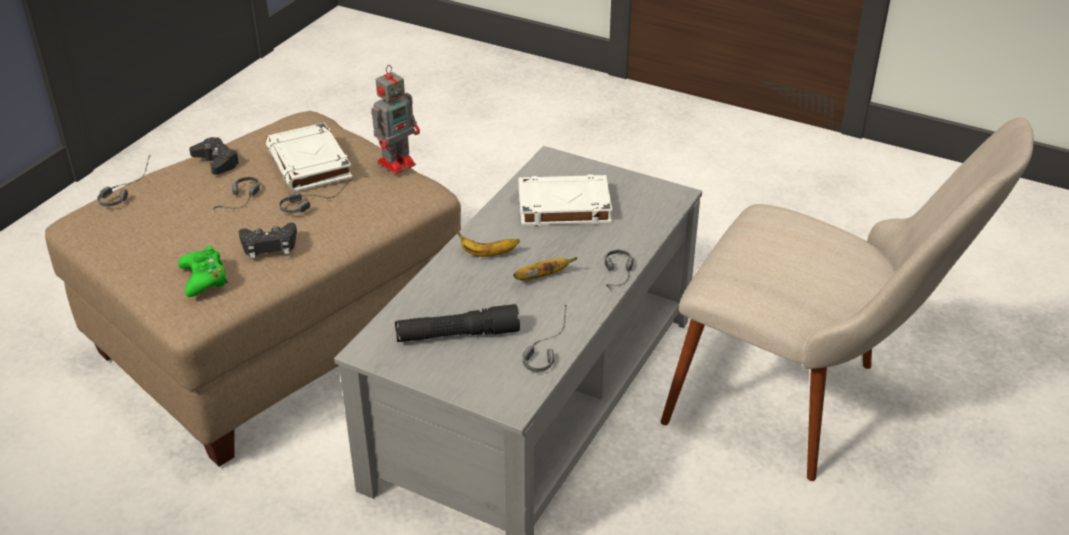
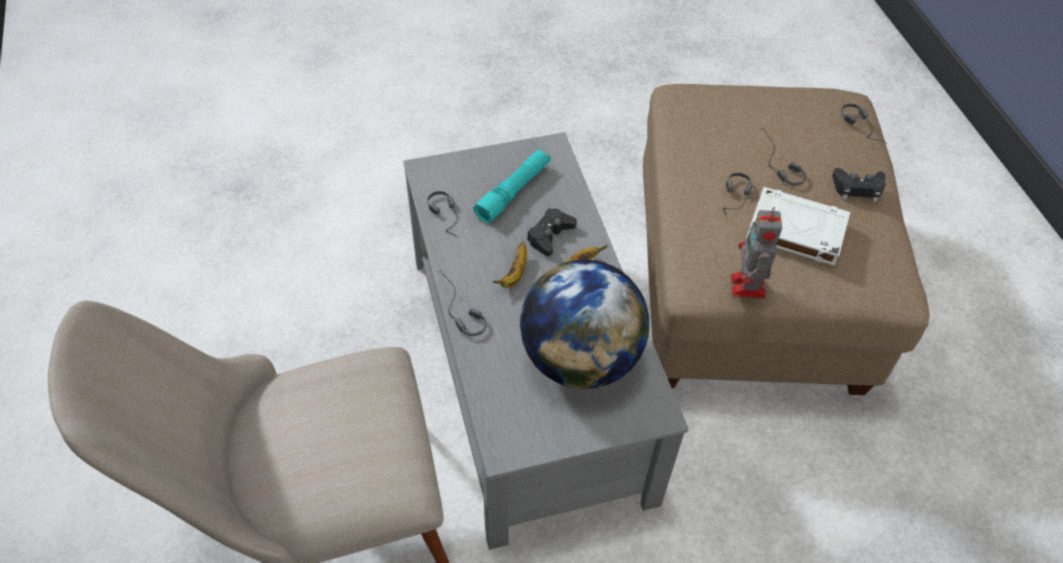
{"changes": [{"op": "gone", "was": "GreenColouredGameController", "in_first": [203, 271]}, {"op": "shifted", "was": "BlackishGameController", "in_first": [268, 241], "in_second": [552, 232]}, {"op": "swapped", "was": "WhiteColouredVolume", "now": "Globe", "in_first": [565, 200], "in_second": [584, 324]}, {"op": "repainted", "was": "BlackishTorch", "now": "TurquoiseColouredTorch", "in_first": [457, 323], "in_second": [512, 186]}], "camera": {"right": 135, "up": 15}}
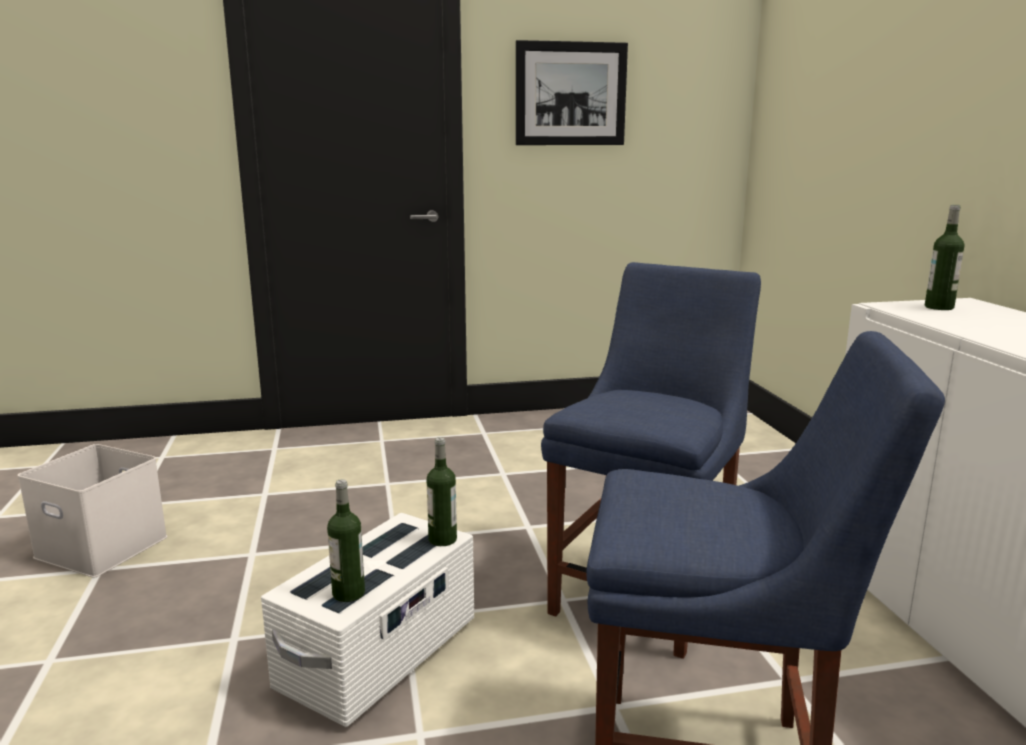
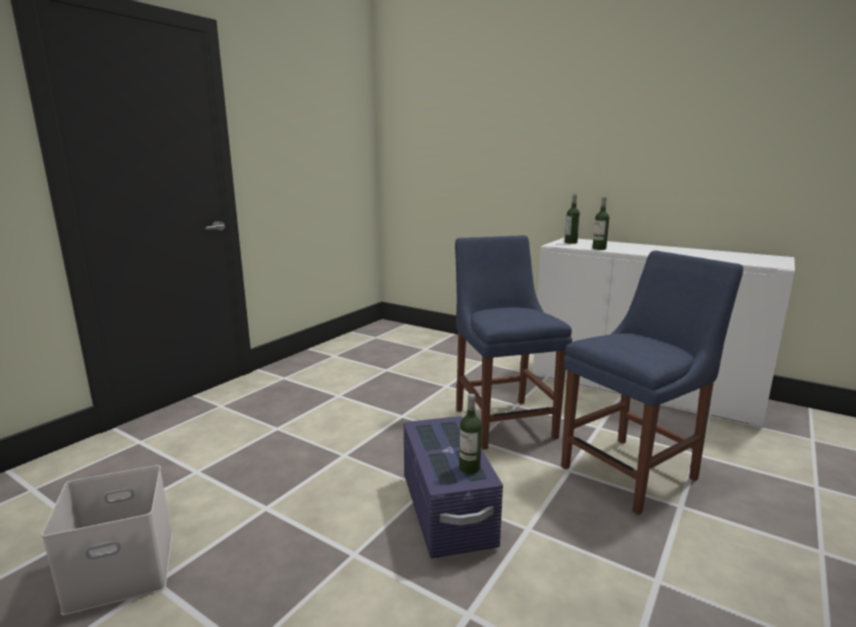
{"changes": [{"op": "gone", "was": "Picture", "in_first": [572, 92]}, {"op": "shifted", "was": "Bottle", "in_first": [442, 491], "in_second": [601, 223]}, {"op": "repainted", "was": "WhiteColouredStorageContainer", "now": "PurpleStorageContainer", "in_first": [367, 620], "in_second": [453, 487]}], "camera": {"right": -45, "up": 0}}
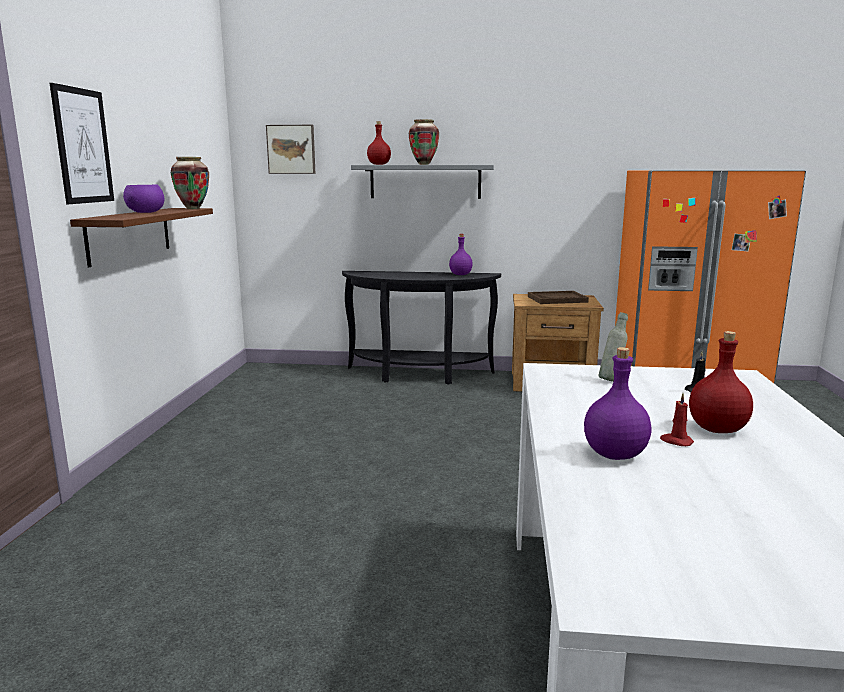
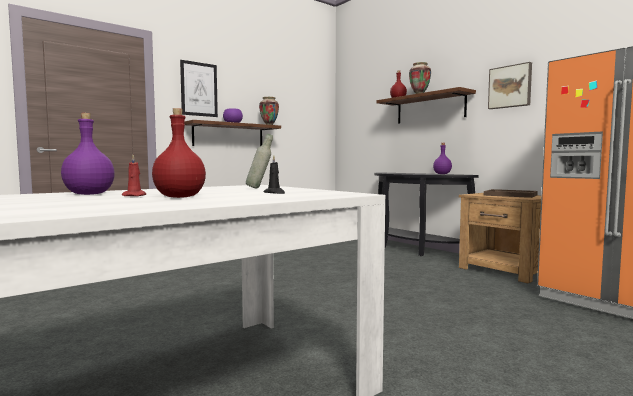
{"changes": [{"op": "shifted", "was": "Picture", "in_first": [291, 149], "in_second": [510, 85]}, {"op": "repainted", "was": "GreyBracketShelf", "now": "BrownBracketShelf", "in_first": [422, 182], "in_second": [426, 105]}], "camera": {"right": 45, "up": -10}}
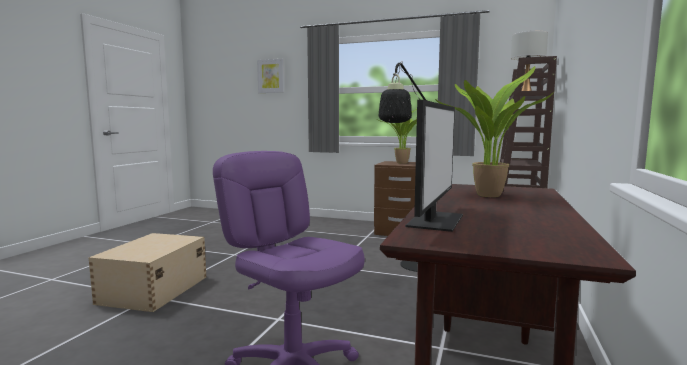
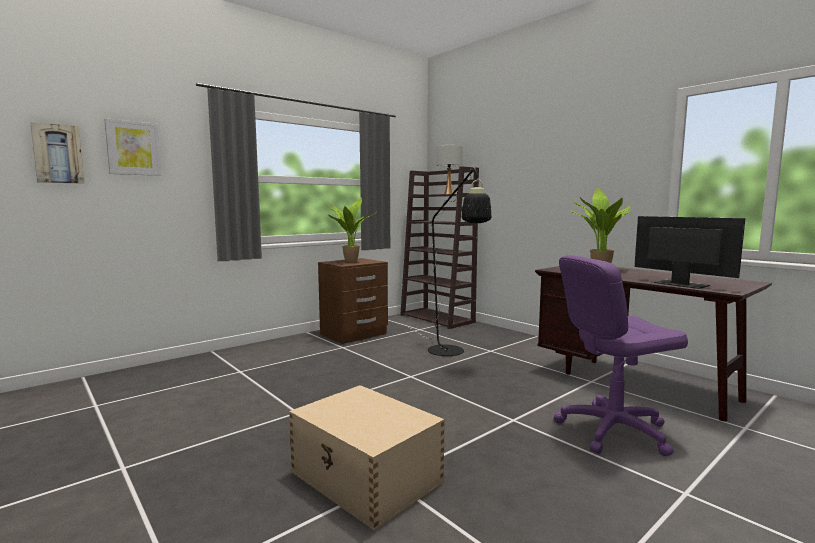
{"changes": [{"op": "new", "now": "Picture", "in_second": [57, 153]}], "camera": {"right": -60, "up": 0}}
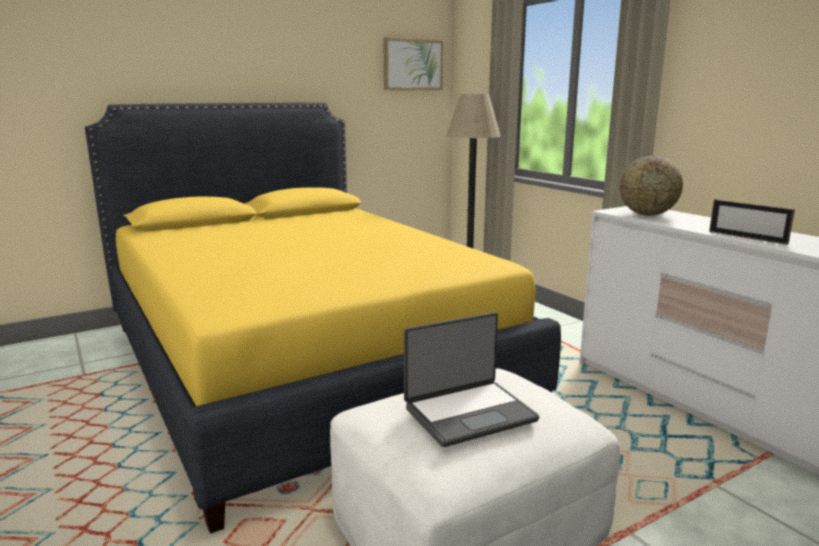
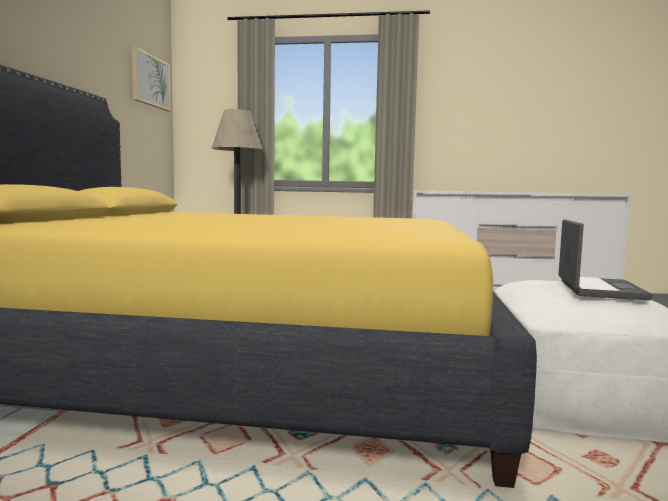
{"changes": [{"op": "gone", "was": "Globe", "in_first": [651, 185]}, {"op": "gone", "was": "PictureFrame", "in_first": [752, 222]}], "camera": {"right": -50, "up": -10}}
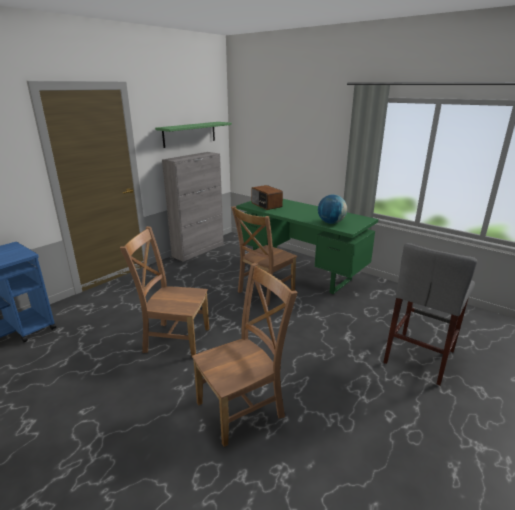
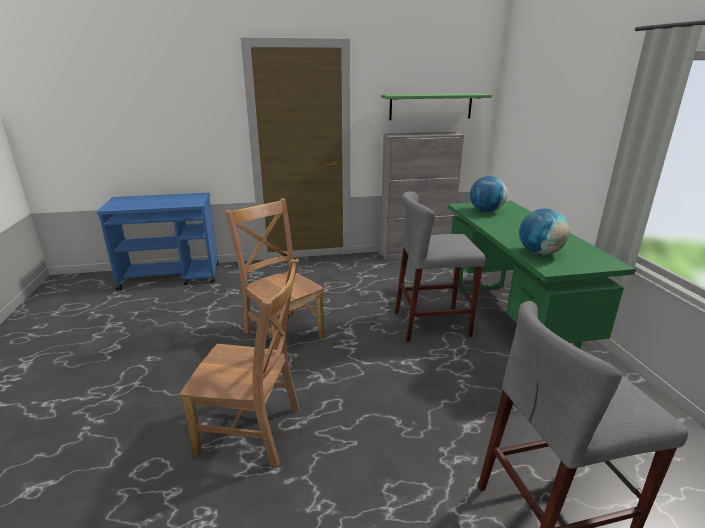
{"changes": [{"op": "swapped", "was": "BrownPlainChair", "now": "GreyStool", "in_first": [264, 256], "in_second": [440, 266]}, {"op": "swapped", "was": "Radio", "now": "Globe", "in_first": [267, 197], "in_second": [489, 194]}], "camera": {"right": 40, "up": 0}}
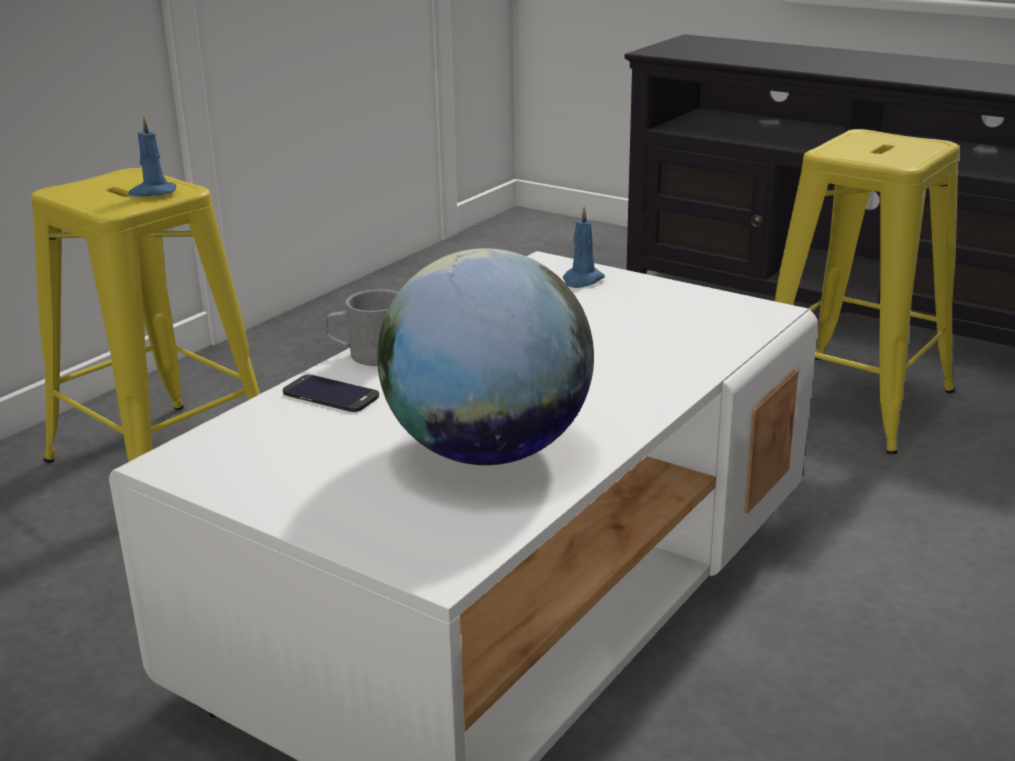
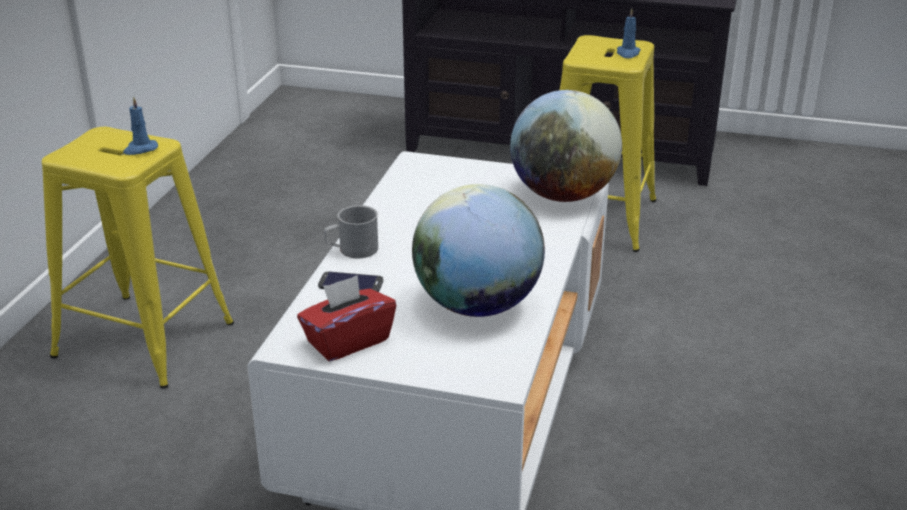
{"changes": [{"op": "new", "now": "ReddishBoxOfTissues", "in_second": [346, 318]}, {"op": "new", "now": "Globe", "in_second": [566, 146]}, {"op": "shifted", "was": "BluishWaxLight", "in_first": [584, 247], "in_second": [628, 33]}], "camera": {"right": -20, "up": 5}}
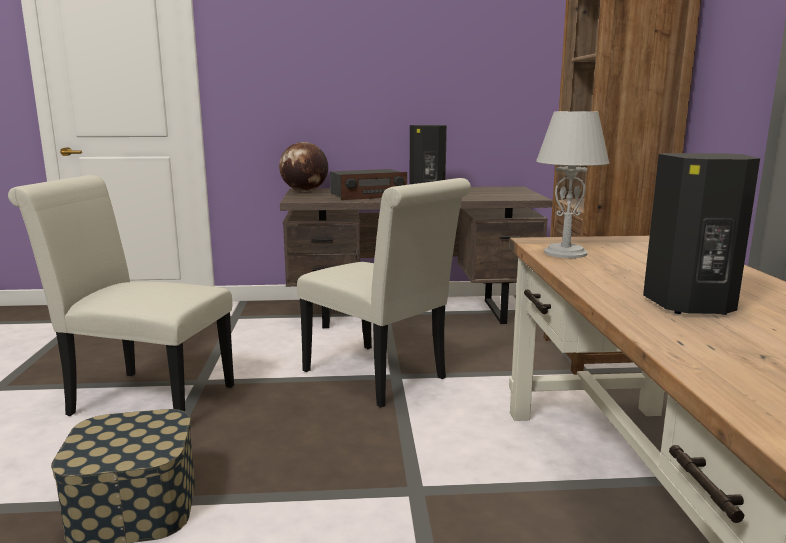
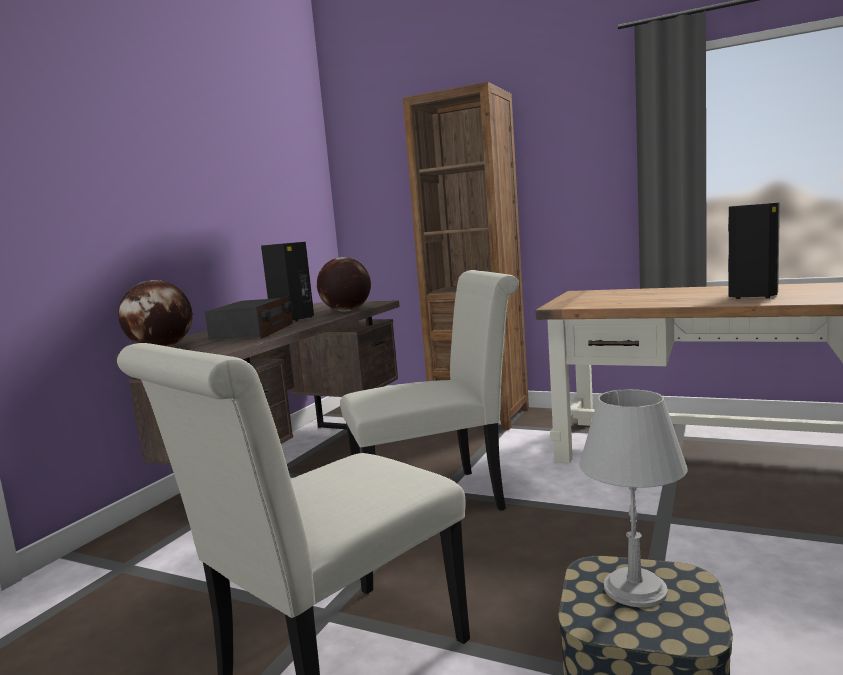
{"changes": [{"op": "new", "now": "Globe", "in_second": [344, 284]}, {"op": "shifted", "was": "GreyLampForATable", "in_first": [572, 184], "in_second": [634, 498]}], "camera": {"right": -60, "up": -5}}
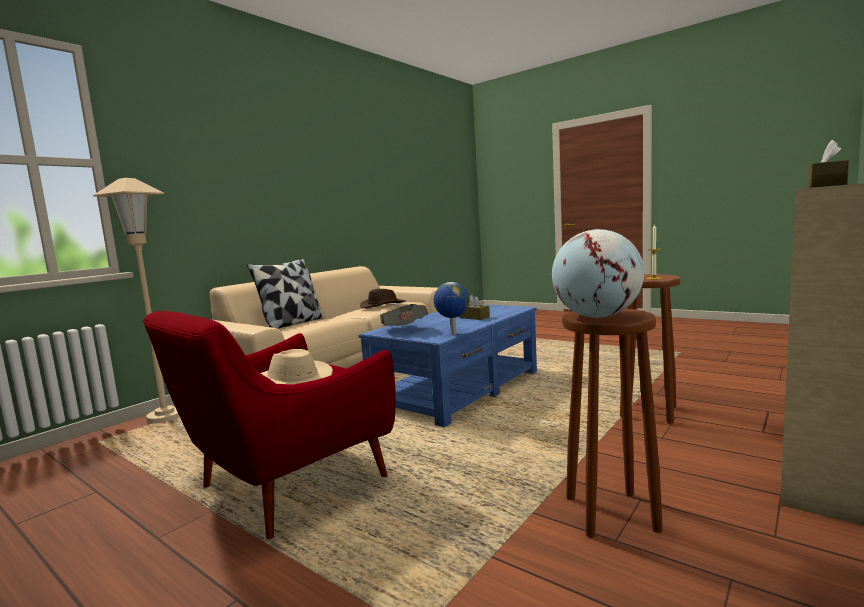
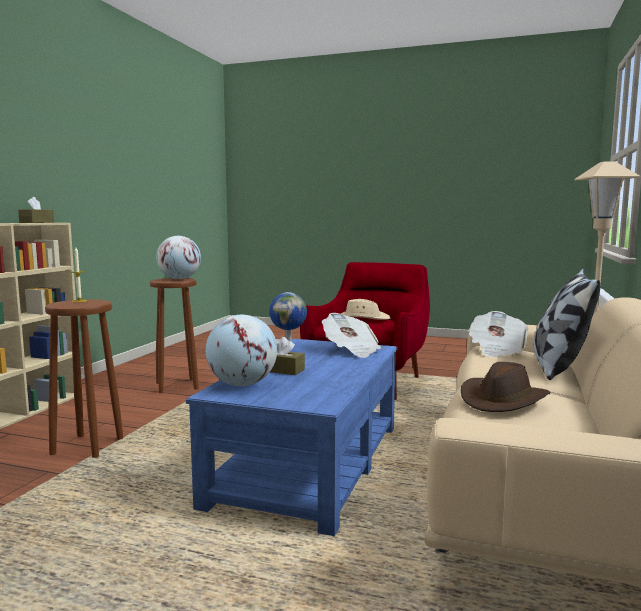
{"changes": [{"op": "new", "now": "Globe", "in_second": [241, 350]}, {"op": "new", "now": "Newspaper", "in_second": [498, 334]}], "camera": {"right": 160, "up": 0}}
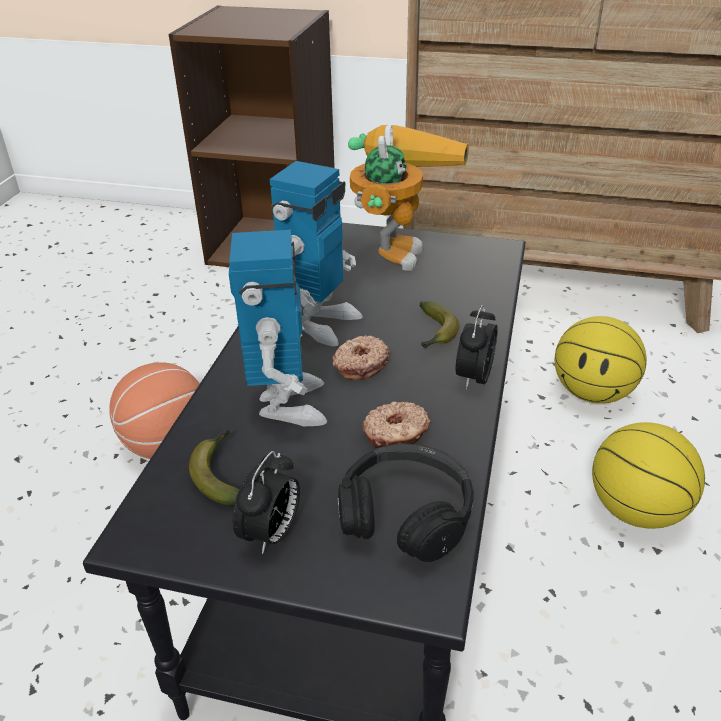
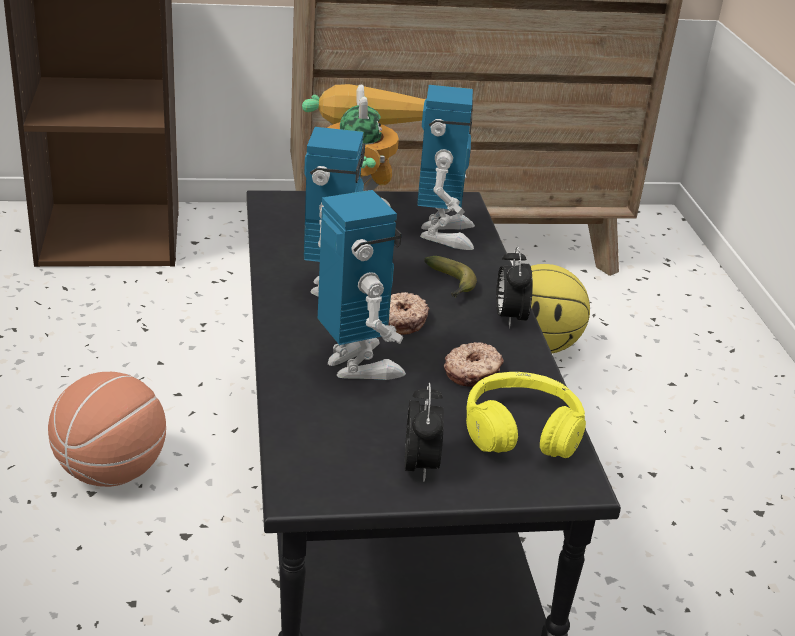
{"changes": [{"op": "gone", "was": "WholeBanana", "in_first": [214, 468]}, {"op": "gone", "was": "Basketball", "in_first": [648, 475]}, {"op": "new", "now": "ToyRobot", "in_second": [446, 167]}, {"op": "repainted", "was": "BlackishHeadset", "now": "YellowHeadset", "in_first": [405, 502], "in_second": [526, 415]}], "camera": {"right": -25, "up": -5}}
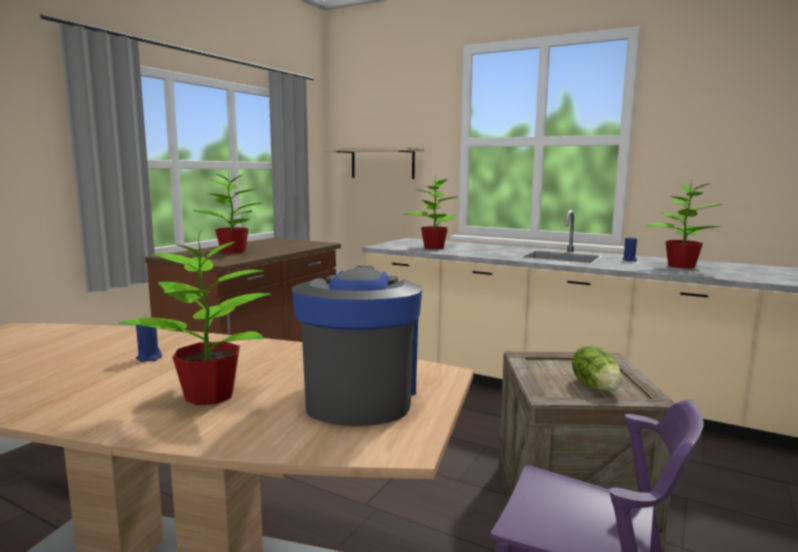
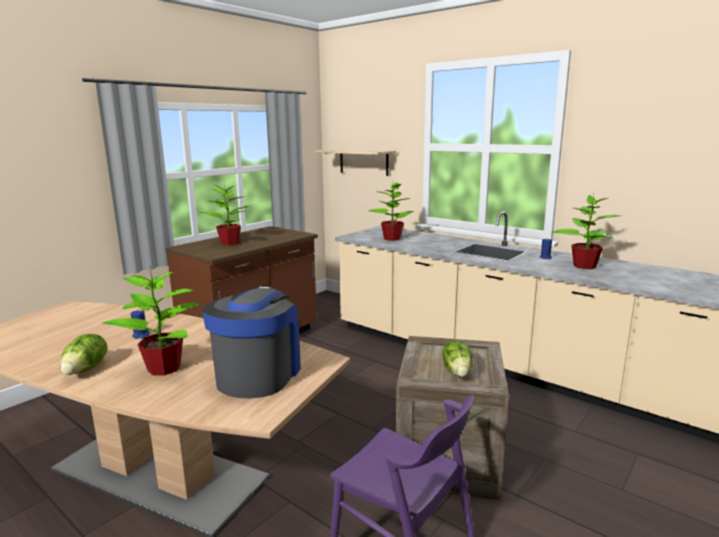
{"changes": [{"op": "new", "now": "LettuceHead", "in_second": [84, 354]}], "camera": {"right": 10, "up": 5}}
